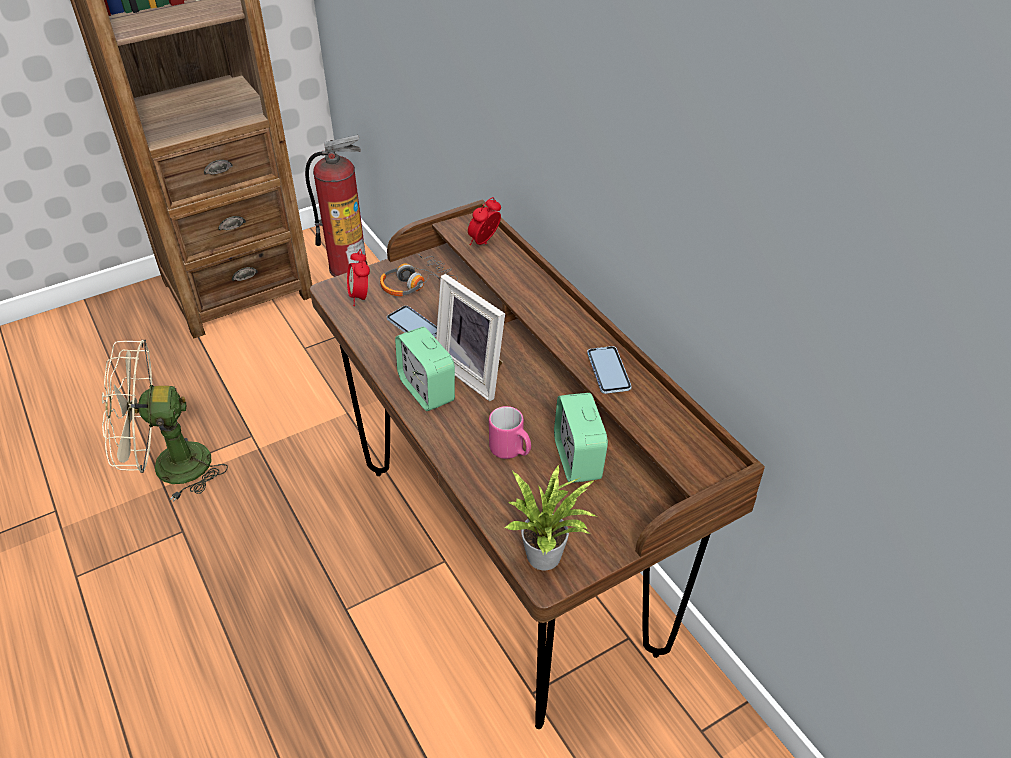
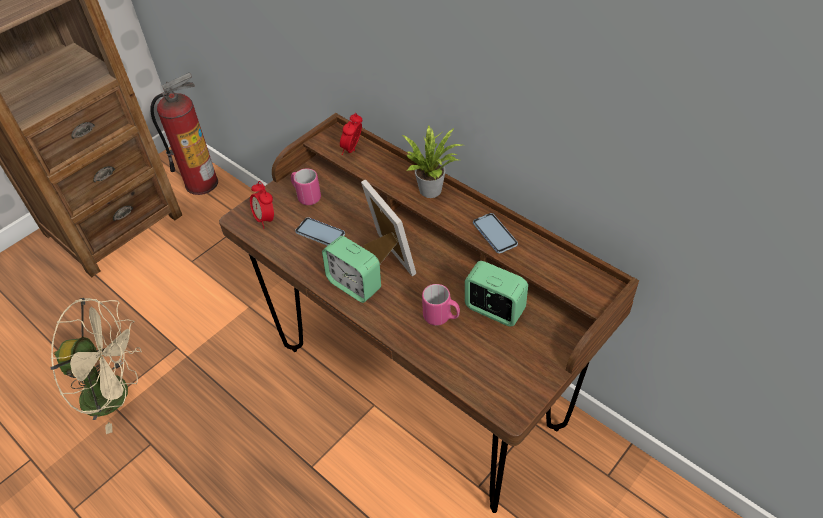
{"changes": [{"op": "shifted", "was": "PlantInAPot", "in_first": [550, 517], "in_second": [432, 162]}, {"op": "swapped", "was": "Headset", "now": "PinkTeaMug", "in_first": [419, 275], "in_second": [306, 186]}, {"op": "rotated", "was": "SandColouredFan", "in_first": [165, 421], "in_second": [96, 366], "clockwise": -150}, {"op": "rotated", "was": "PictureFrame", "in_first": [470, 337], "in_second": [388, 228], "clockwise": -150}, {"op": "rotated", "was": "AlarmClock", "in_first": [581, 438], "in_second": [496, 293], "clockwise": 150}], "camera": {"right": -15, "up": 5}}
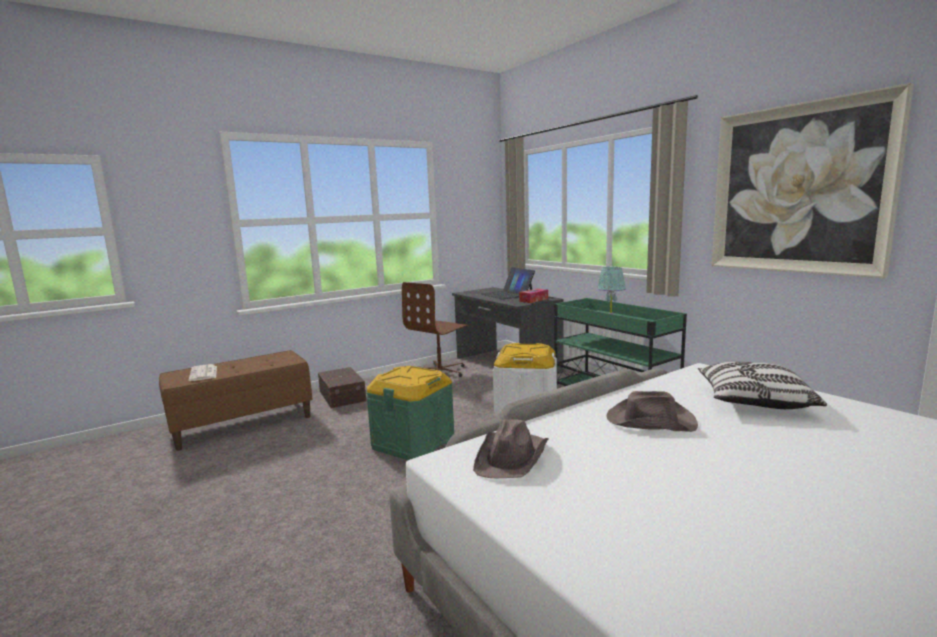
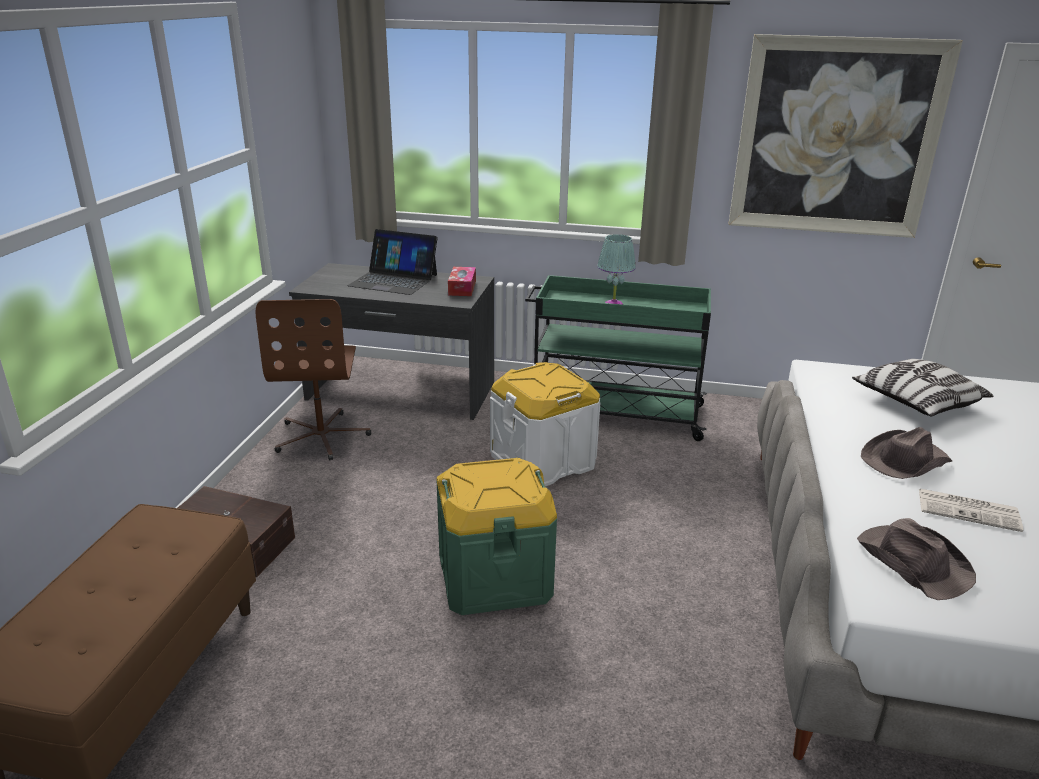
{"changes": [{"op": "shifted", "was": "Newspaper", "in_first": [203, 372], "in_second": [971, 510]}], "camera": {"right": -45, "up": 15}}
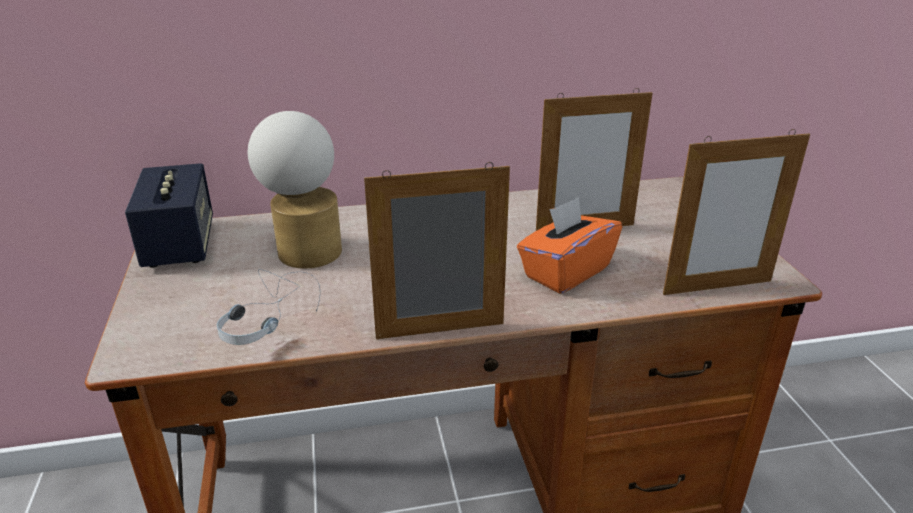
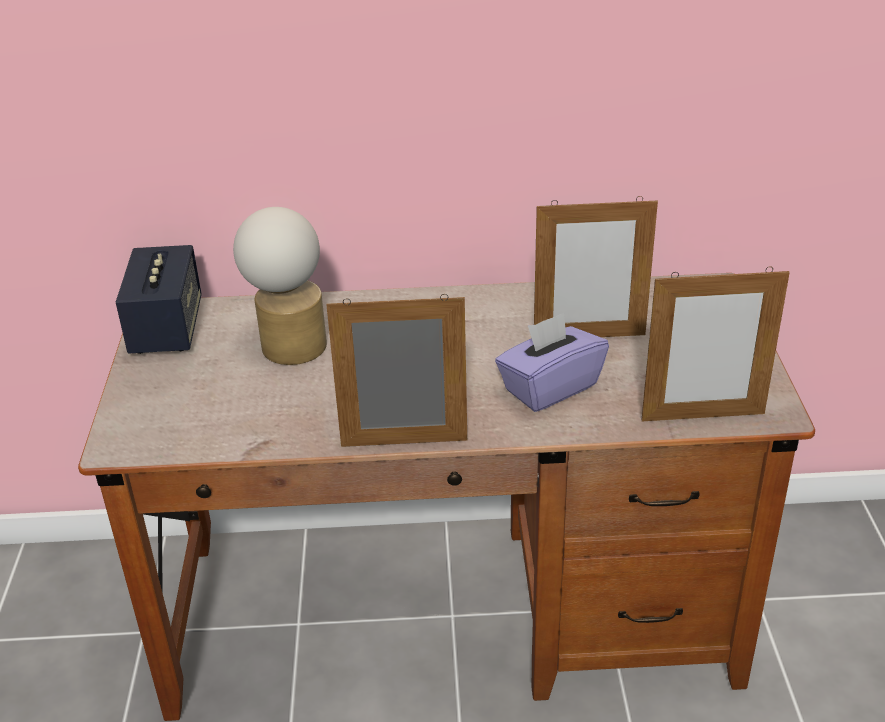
{"changes": [{"op": "gone", "was": "Headset", "in_first": [268, 307]}, {"op": "repainted", "was": "OrangeyBoxOfTissues", "now": "PurpleBoxOfTissues", "in_first": [569, 245], "in_second": [552, 362]}], "camera": {"right": 10, "up": 5}}
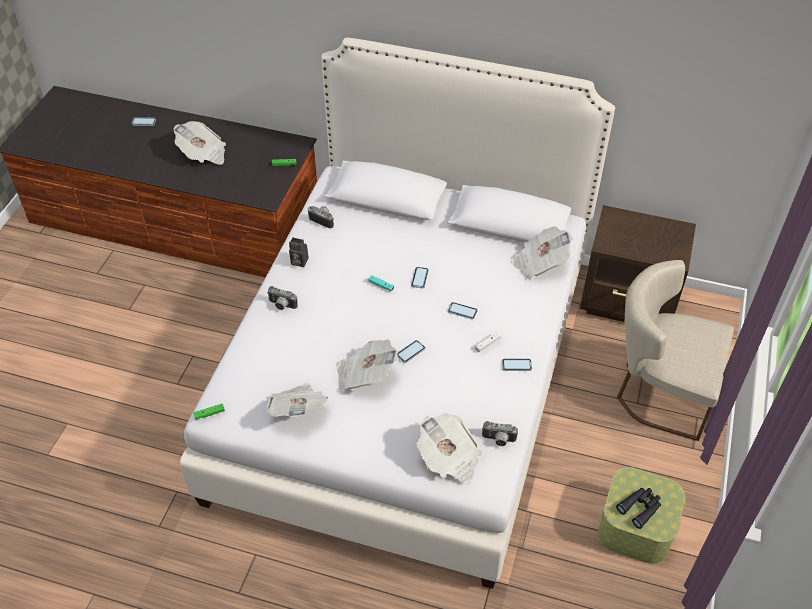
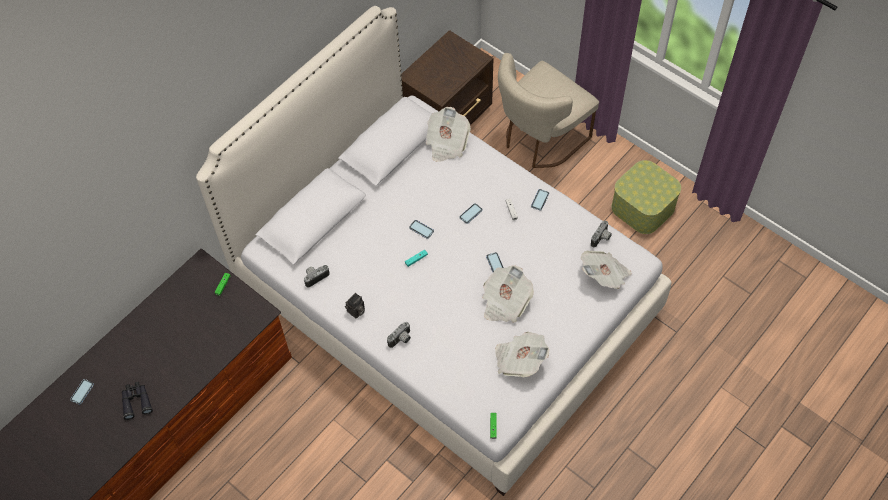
{"changes": [{"op": "gone", "was": "Newspaper", "in_first": [200, 143]}, {"op": "shifted", "was": "BlackishFieldGlasses", "in_first": [638, 508], "in_second": [137, 401]}], "camera": {"right": -65, "up": 10}}
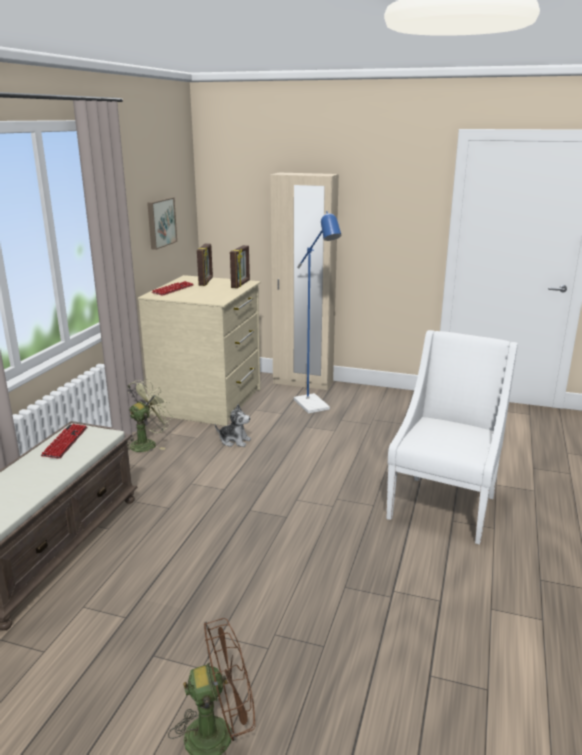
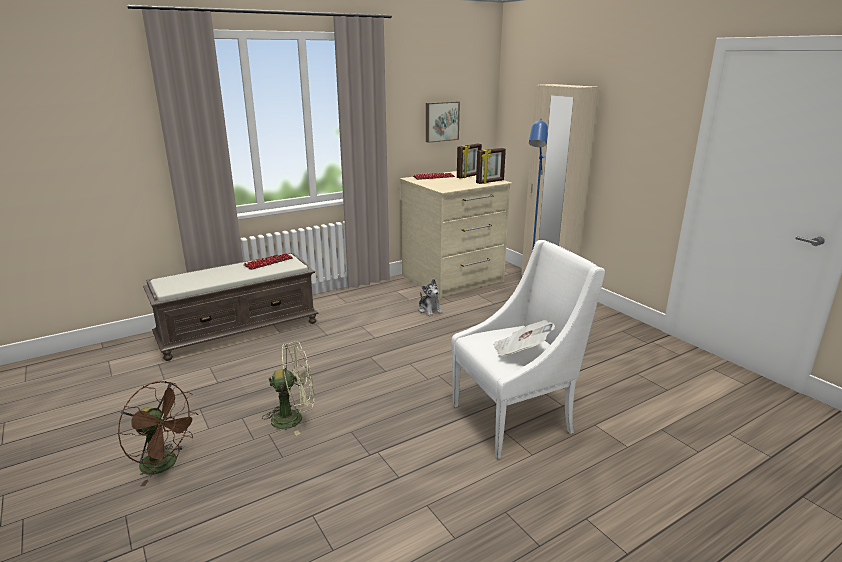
{"changes": [{"op": "new", "now": "Newspaper", "in_second": [524, 338]}, {"op": "shifted", "was": "GreenColouredFan", "in_first": [150, 415], "in_second": [288, 388]}], "camera": {"right": 40, "up": 0}}
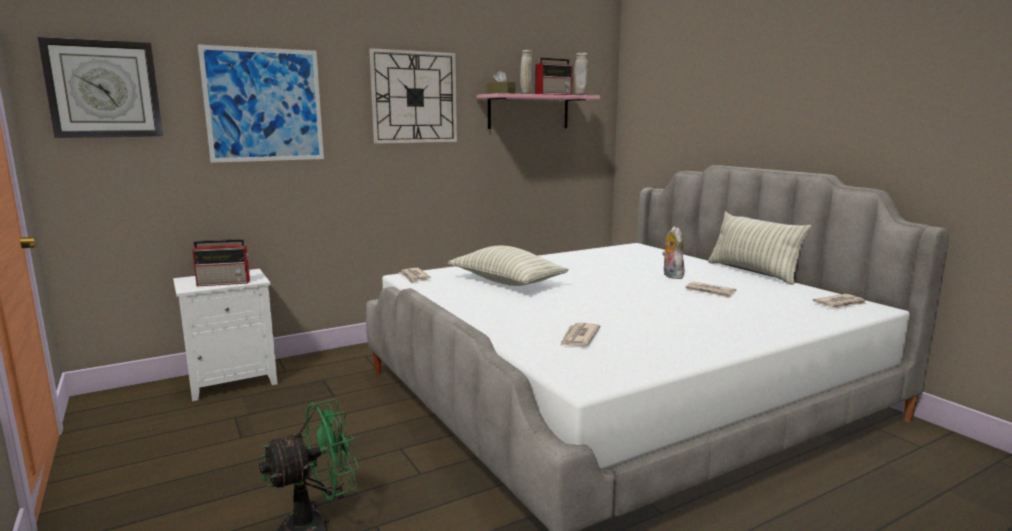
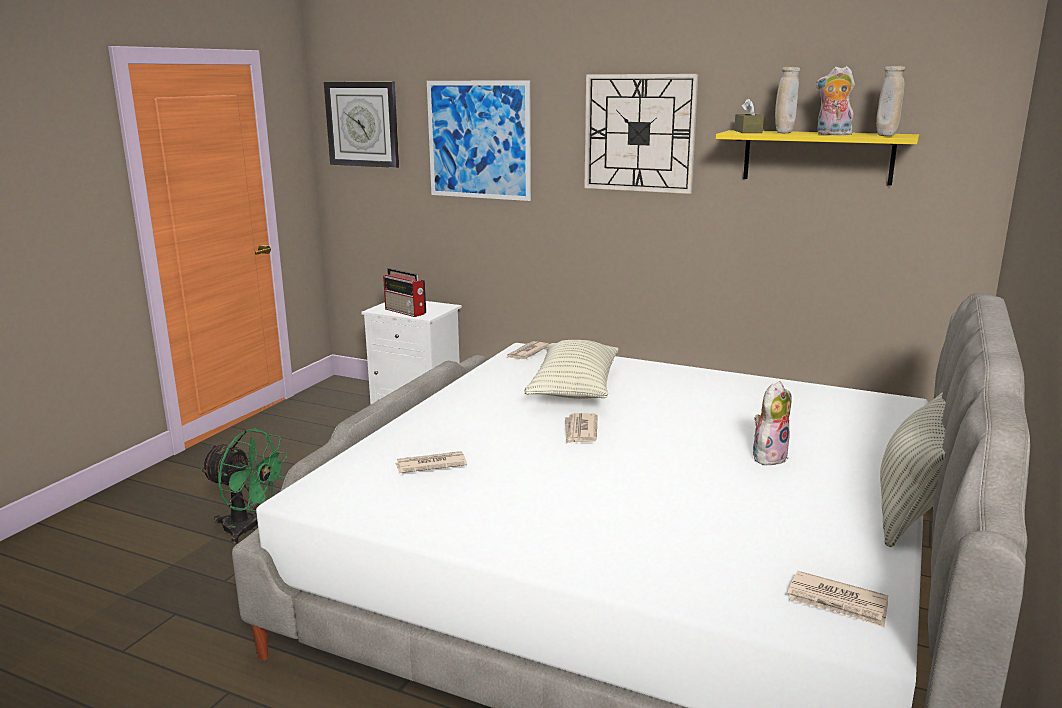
{"changes": [{"op": "shifted", "was": "Newspaper", "in_first": [710, 290], "in_second": [581, 428]}, {"op": "swapped", "was": "Radio", "now": "PlushToy", "in_first": [554, 76], "in_second": [835, 100]}, {"op": "repainted", "was": "PinkBracketShelf", "now": "YellowBracketShelf", "in_first": [538, 111], "in_second": [817, 158]}], "camera": {"right": 55, "up": 5}}
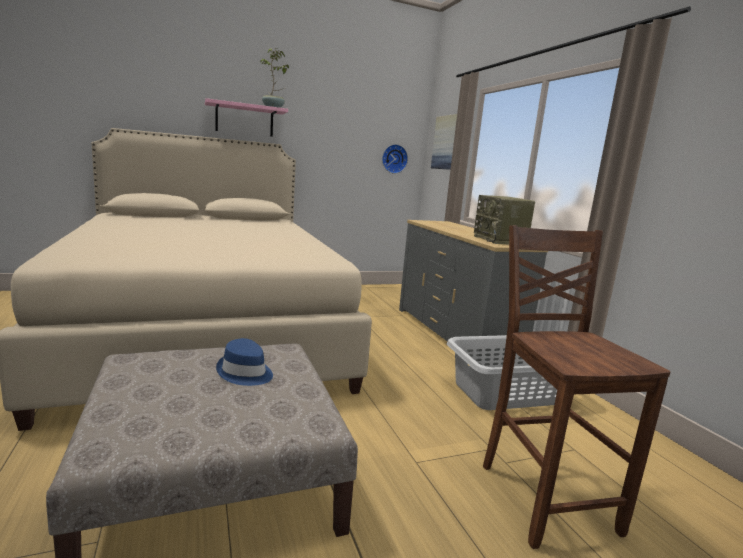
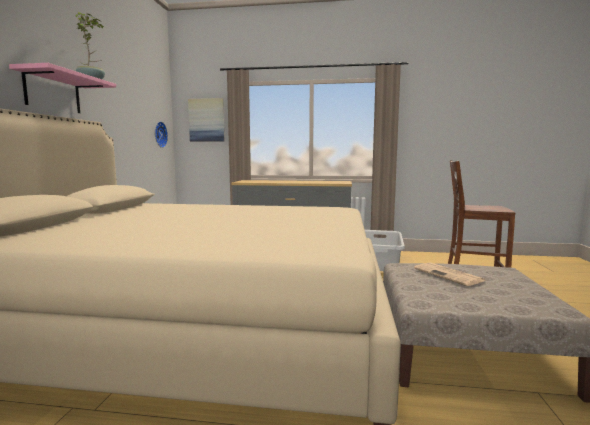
{"changes": [{"op": "gone", "was": "Radio", "in_first": [504, 219]}, {"op": "swapped", "was": "BluishWearableHat", "now": "Newspaper", "in_first": [244, 362], "in_second": [449, 274]}], "camera": {"right": -60, "up": -5}}
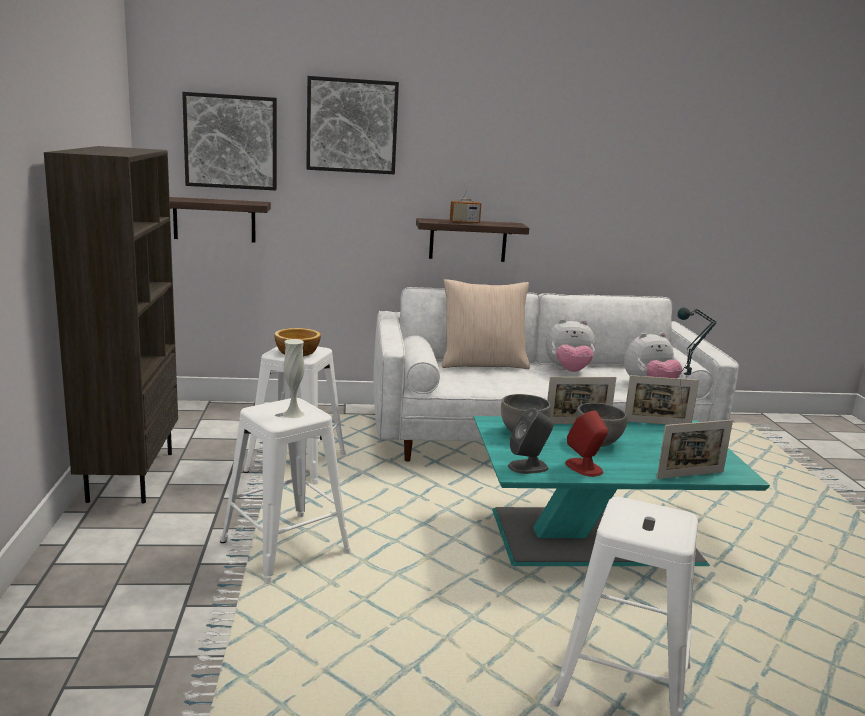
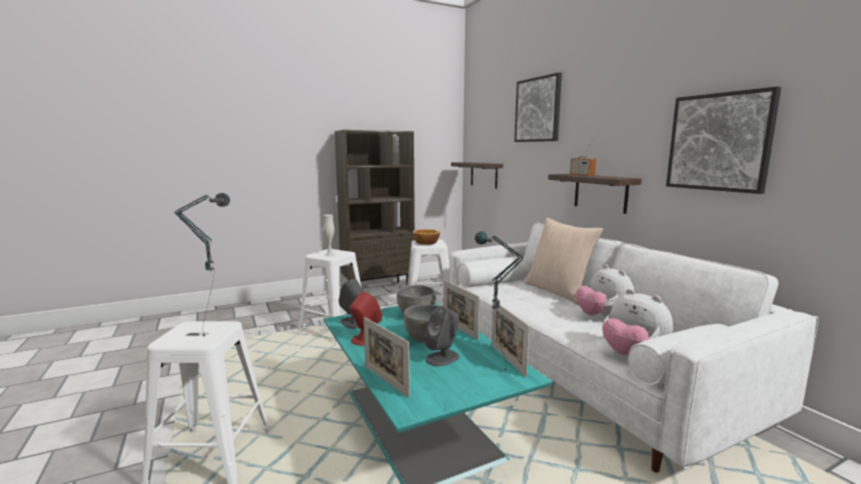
{"changes": [{"op": "new", "now": "LampForATable", "in_second": [202, 265]}, {"op": "new", "now": "GreyLoudspeaker", "in_second": [442, 336]}, {"op": "shifted", "was": "Picture", "in_first": [229, 141], "in_second": [723, 140]}], "camera": {"right": 70, "up": -5}}
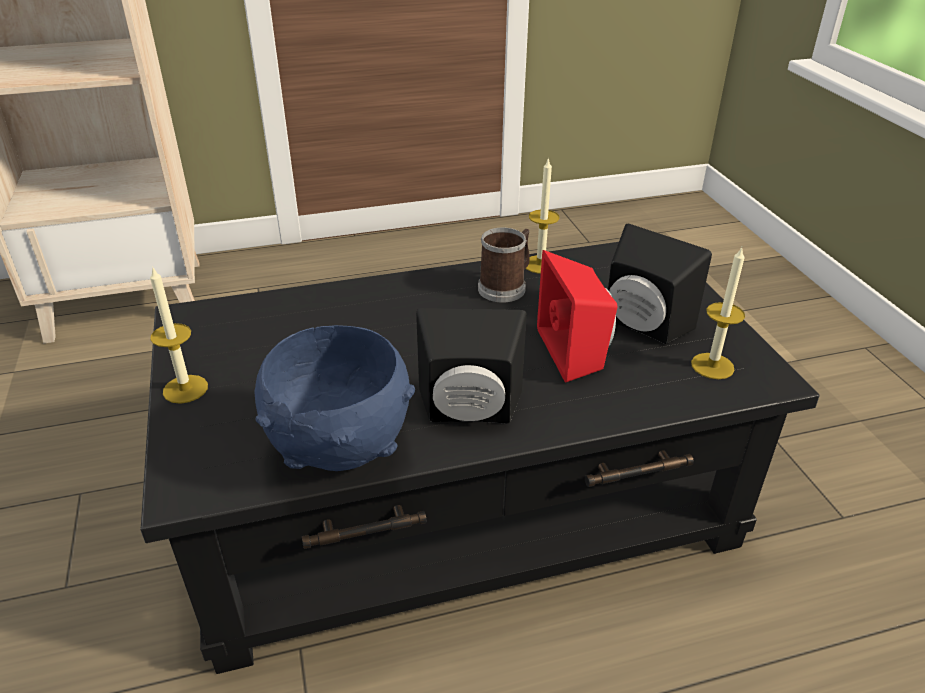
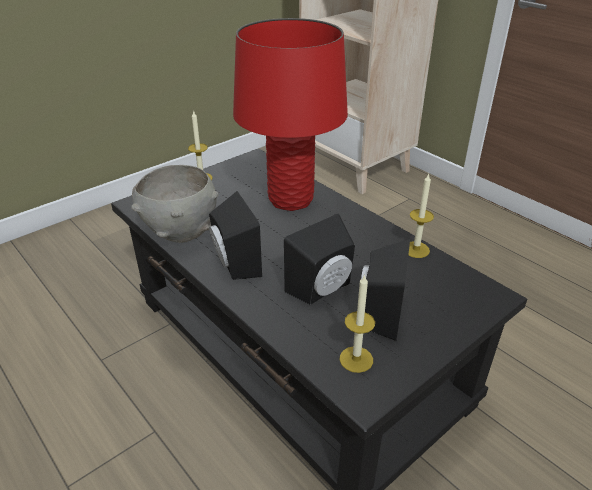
{"changes": [{"op": "gone", "was": "TeaMug", "in_first": [504, 265]}, {"op": "new", "now": "ReddishLampForATable", "in_second": [290, 114]}, {"op": "repainted", "was": "BluishBowl", "now": "GreyBowl", "in_first": [335, 398], "in_second": [175, 204]}, {"op": "repainted", "was": "ReddishLoudspeaker", "now": "BlackishLoudspeaker", "in_first": [577, 316], "in_second": [319, 259]}], "camera": {"right": 65, "up": 0}}
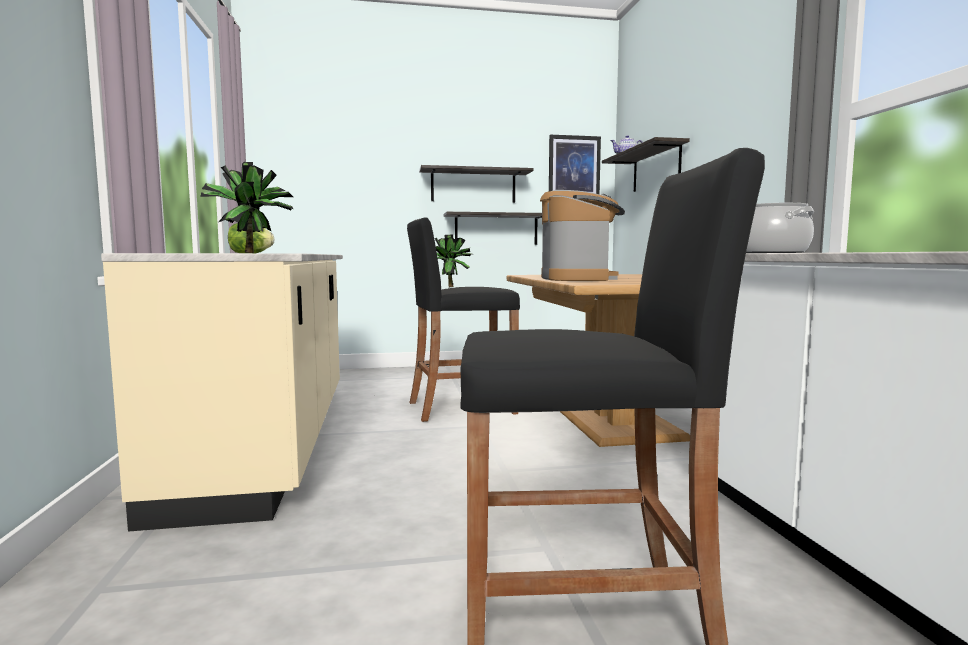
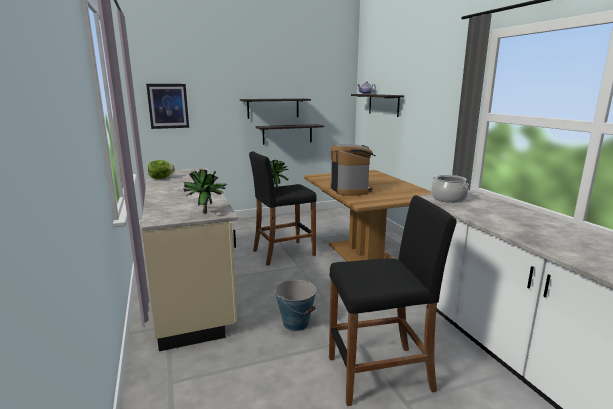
{"changes": [{"op": "new", "now": "WaterBucket", "in_second": [296, 305]}, {"op": "shifted", "was": "Picture", "in_first": [575, 164], "in_second": [167, 106]}], "camera": {"right": -10, "up": 10}}
